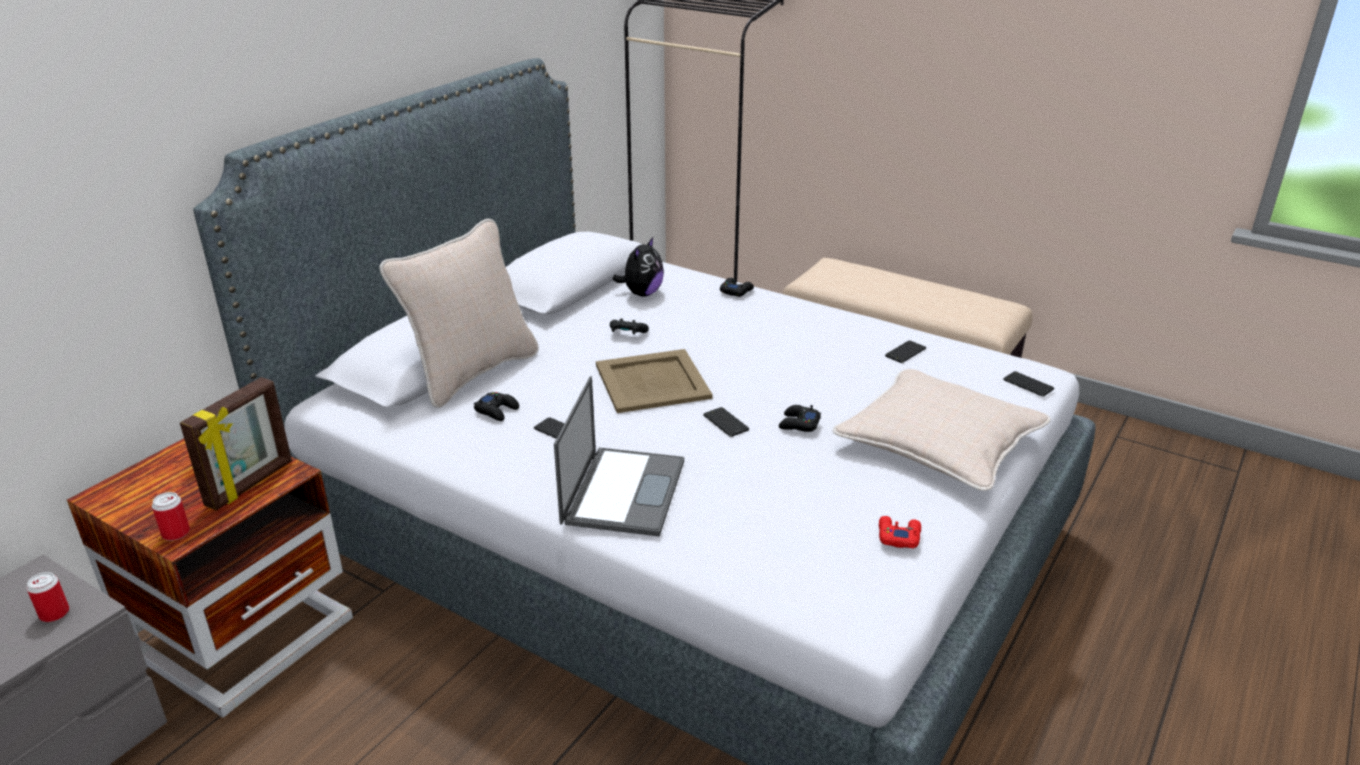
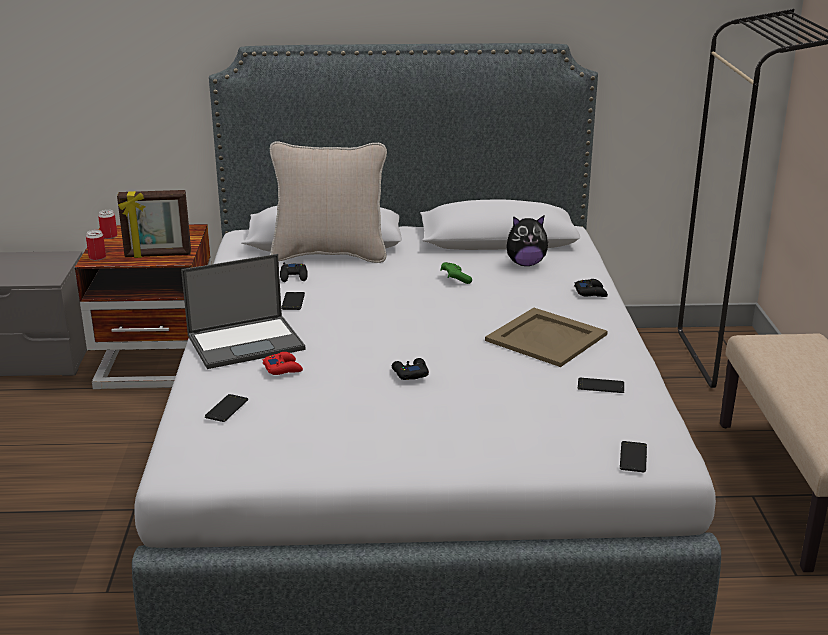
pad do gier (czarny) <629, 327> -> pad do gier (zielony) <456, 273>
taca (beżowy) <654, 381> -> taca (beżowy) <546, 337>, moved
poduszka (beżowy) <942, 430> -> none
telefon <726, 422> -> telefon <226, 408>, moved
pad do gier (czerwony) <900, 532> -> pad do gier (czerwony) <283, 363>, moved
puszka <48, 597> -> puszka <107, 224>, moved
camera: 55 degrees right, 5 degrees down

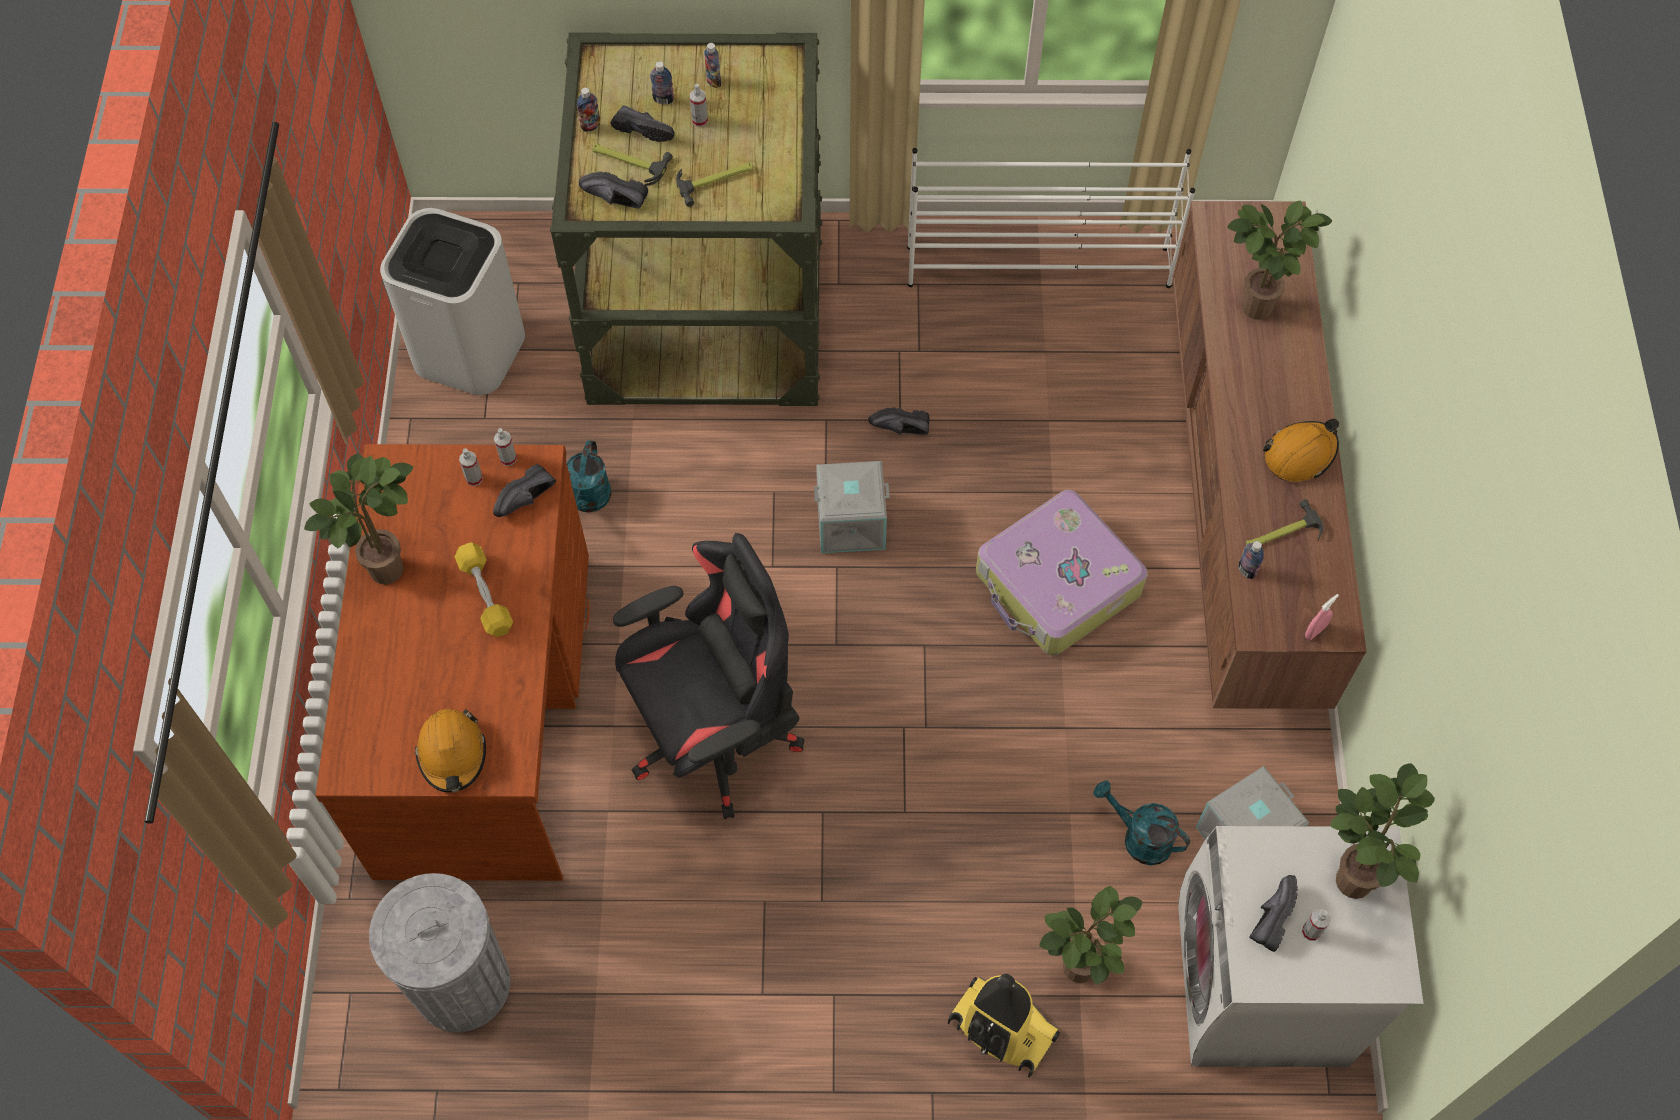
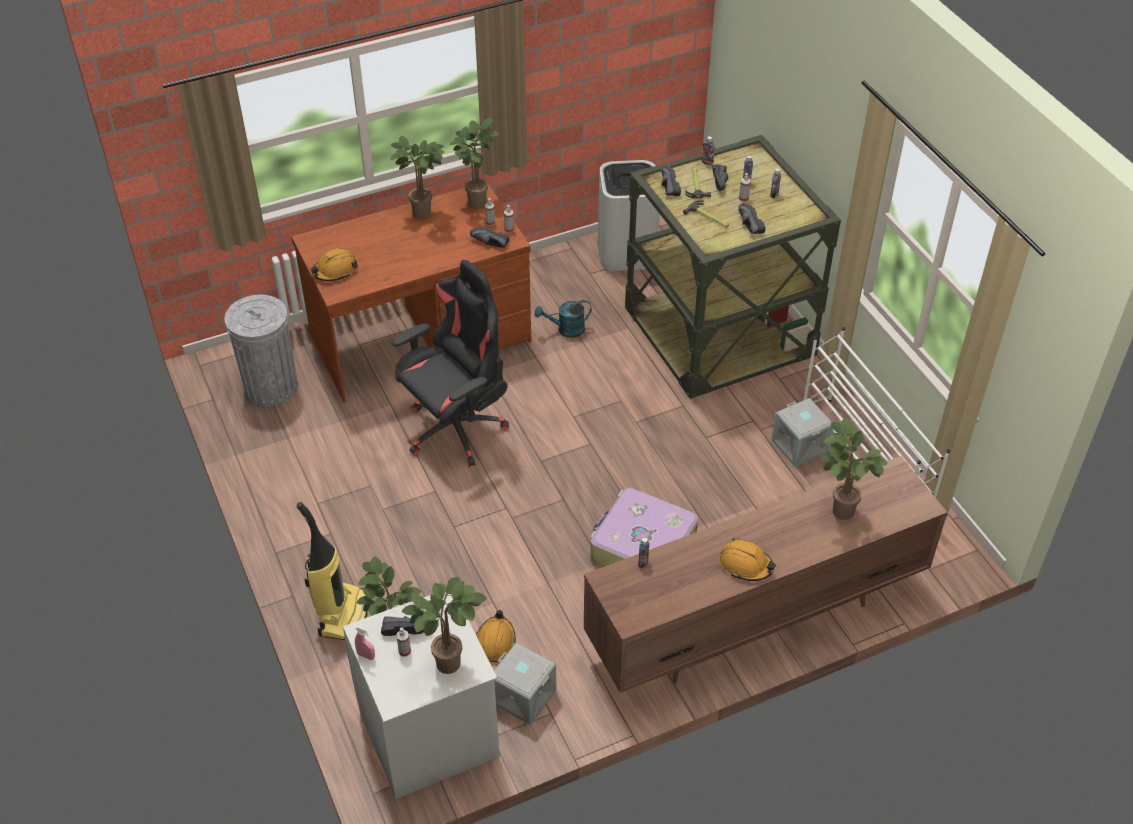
but (czarny) <898, 421> -> but (czarny) <751, 218>, moved
pojemnik do przechowywania (szary) <852, 507> -> pojemnik do przechowywania (szary) <802, 432>, moved
młotek <1284, 522> -> none
krzesło biurowe (czarny) <708, 676> -> krzesło biurowe (czarny) <450, 363>, 75 degrees counterclockwise
hantel (żółty) <484, 589> -> none
spryskiwacz (różowy) <1322, 617> -> spryskiwacz (różowy) <365, 643>, moved
konewka (turkusowy) <1141, 822> -> kask (pomarańczowy) <496, 636>
none -> roślina doniczkowa <474, 163>
camera: 65 degrees right, 15 degrees down

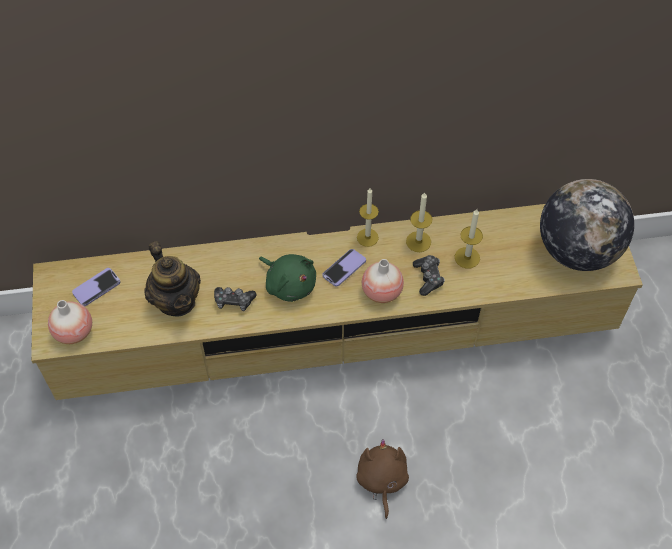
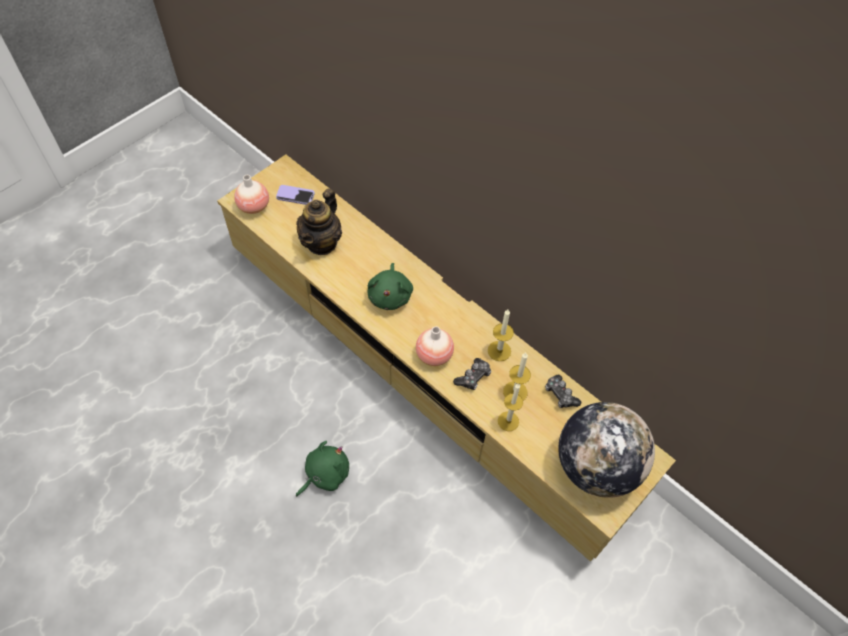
świeca <368, 217> -> świeca <510, 407>, moved
telefon <344, 268> -> none
pad do gier <235, 299> -> pad do gier <563, 391>, moved
pluszak (brązowy) <382, 479> -> pluszak (zielony) <322, 469>
camera: 50 degrees right, 0 degrees up

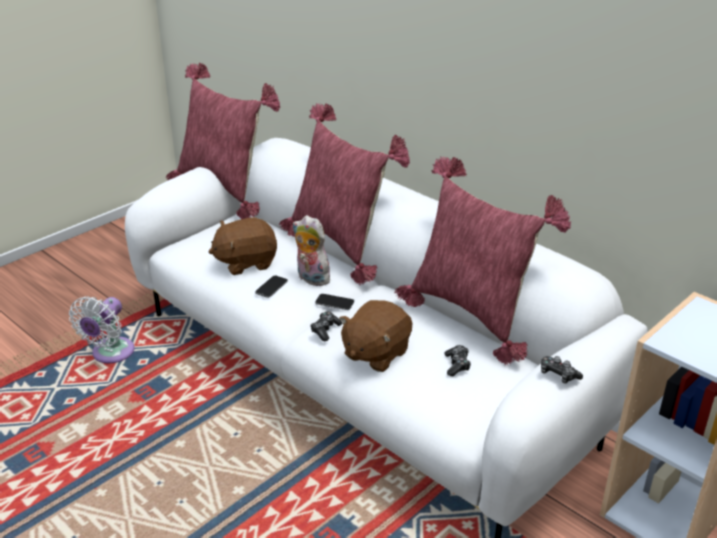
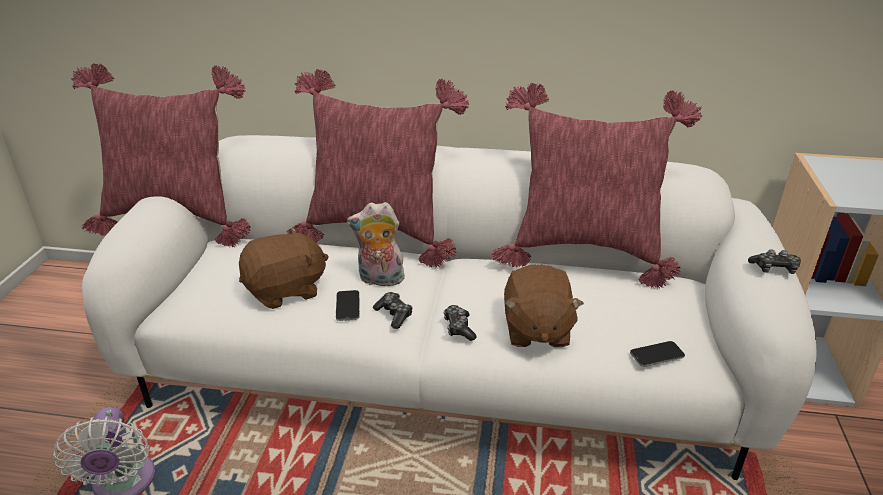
pluszak (brązowy) <243, 246> -> pluszak (brązowy) <284, 268>, 150 degrees counterclockwise
telefon <334, 302> -> telefon <657, 354>, moved
pad do gier <457, 360> -> pad do gier <393, 310>, moved
camera: 35 degrees left, 0 degrees up

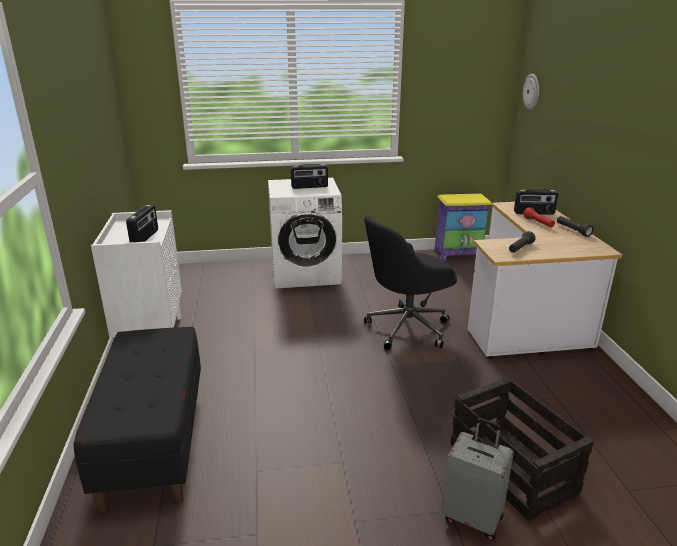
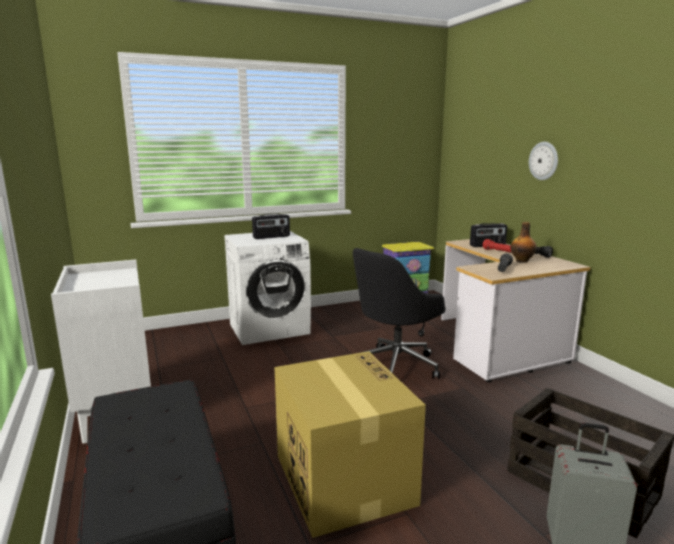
zegar ścienny <531, 92> -> zegar ścienny <543, 161>, moved
radio <142, 223> -> none
none -> butelka <523, 242>
none -> karton <350, 444>
camera: 15 degrees left, 10 degrees down

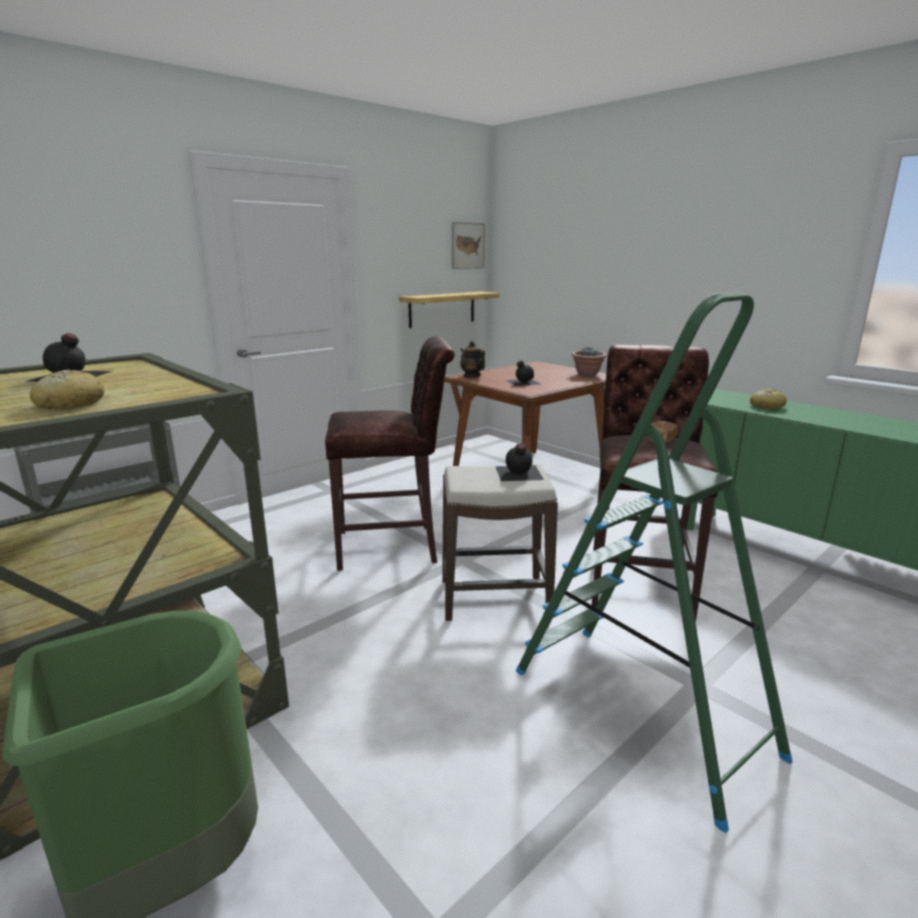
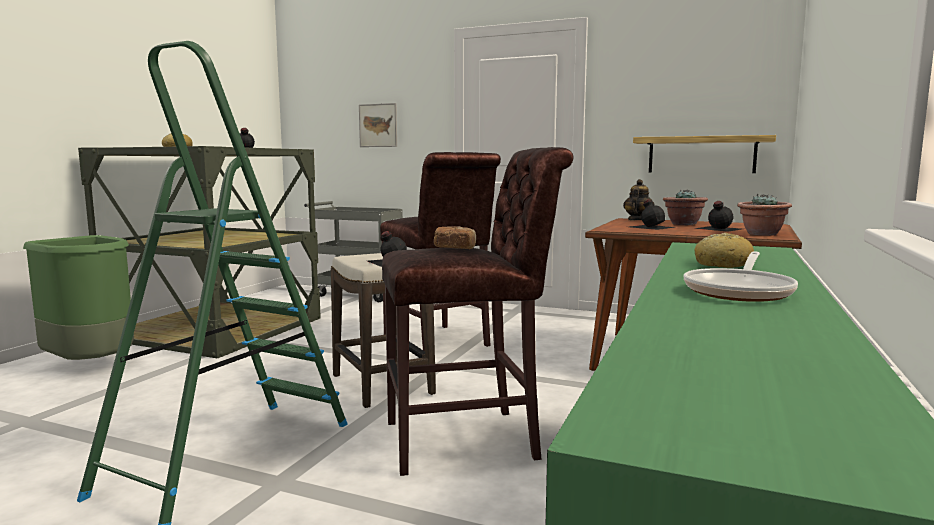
obraz <468, 245> -> obraz <378, 125>, moved
none -> roślina doniczkowa <685, 207>
none -> butelka (czarny) <717, 216>
none -> patelnia <741, 276>
camera: 65 degrees right, 10 degrees down

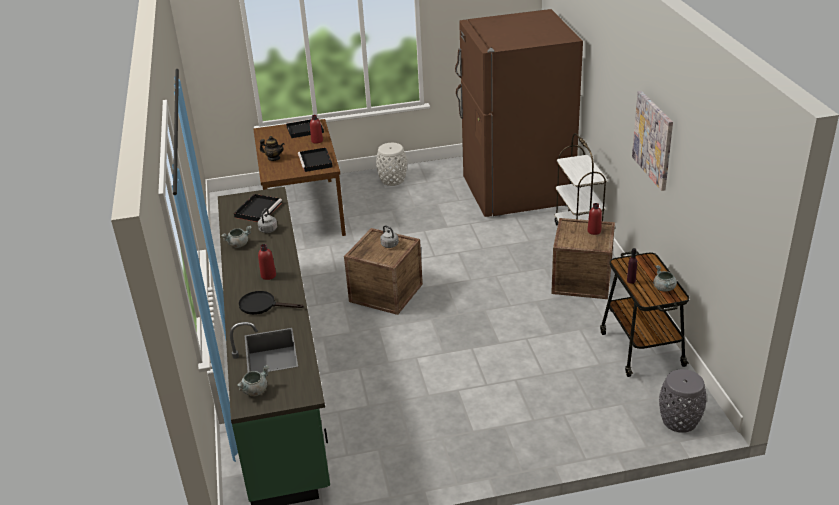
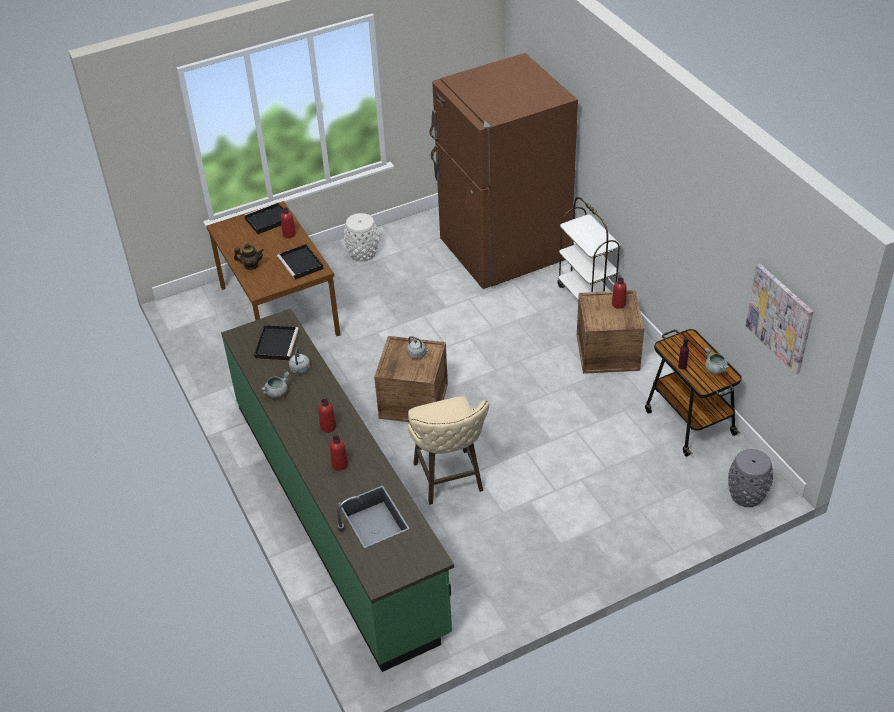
obraz <652, 141> -> obraz <780, 319>, moved
patelnia (czarny) <271, 303> -> butelka (czerwony) <339, 453>
garnek (szary) <253, 380> -> none
none -> stołek (beżowy) <448, 451>
camera: 15 degrees left, 10 degrees up

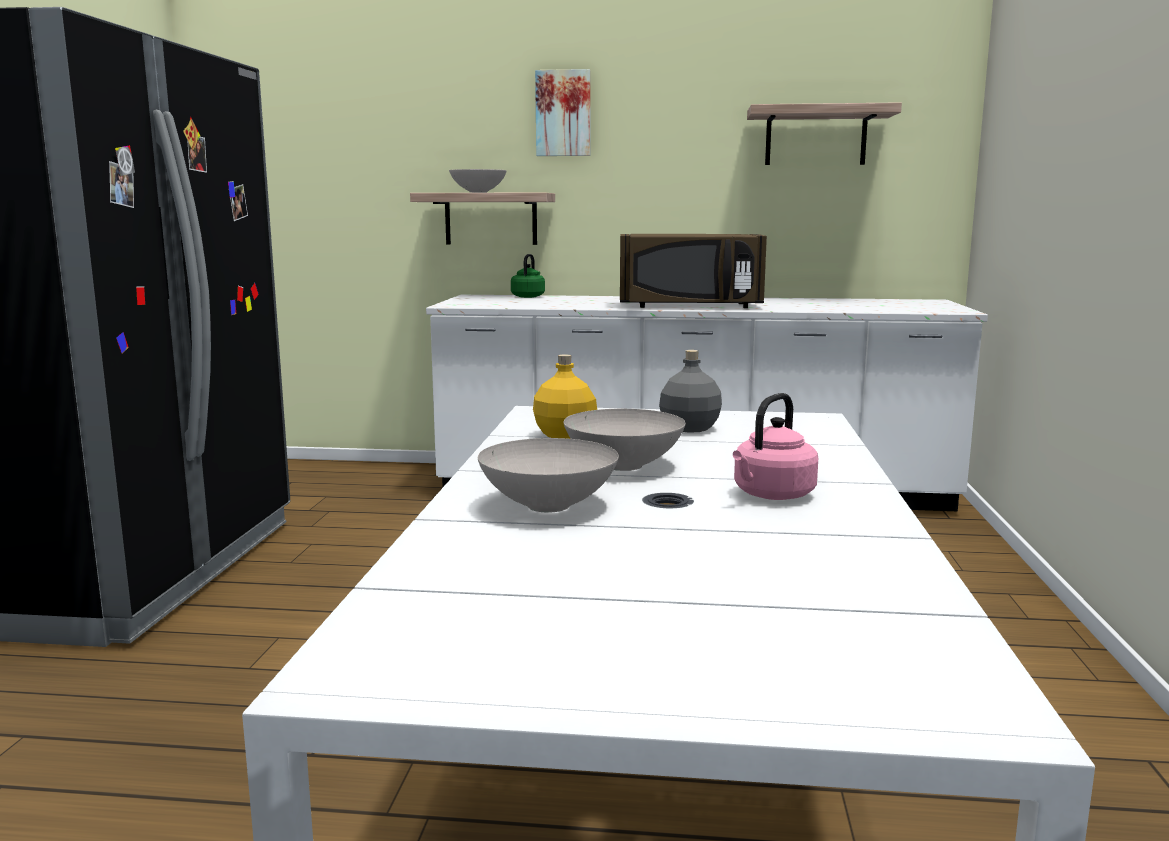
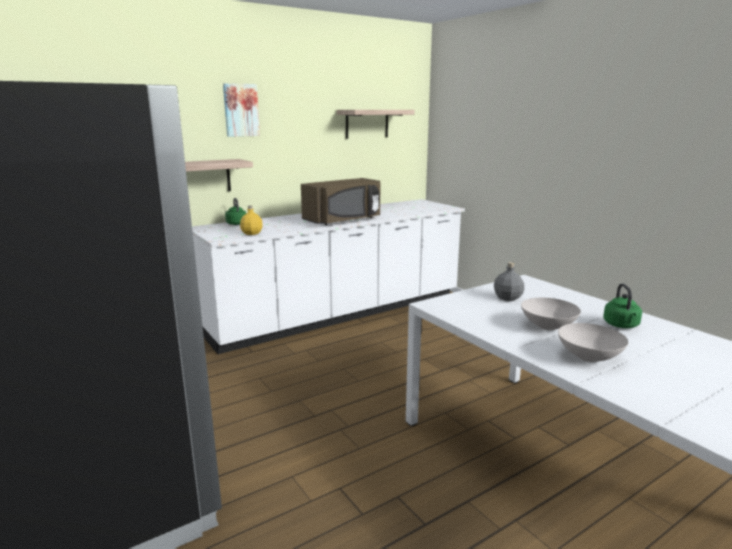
miska (biały) <478, 181> -> none
butelka (żółty) <565, 396> -> butelka (żółty) <251, 220>, moved
czajnik (różowy) <775, 446> -> czajnik (zielony) <622, 306>
camera: 40 degrees left, 5 degrees up

